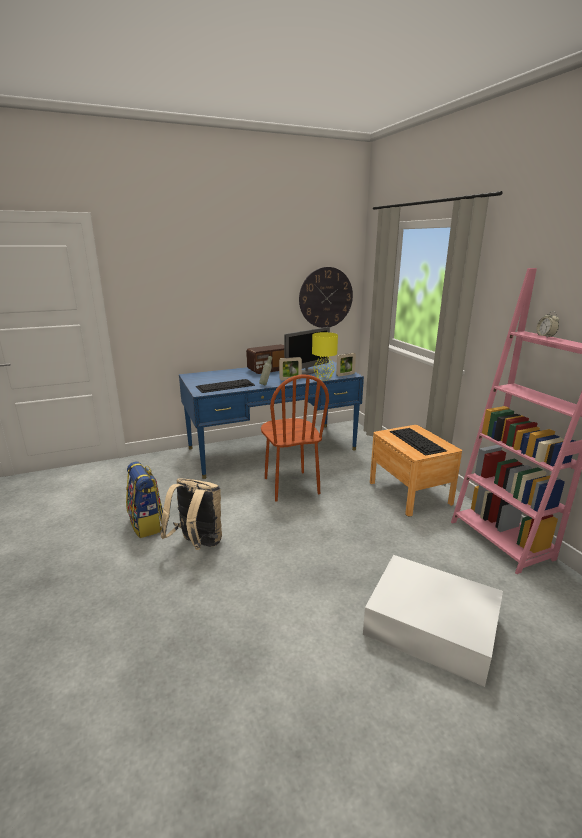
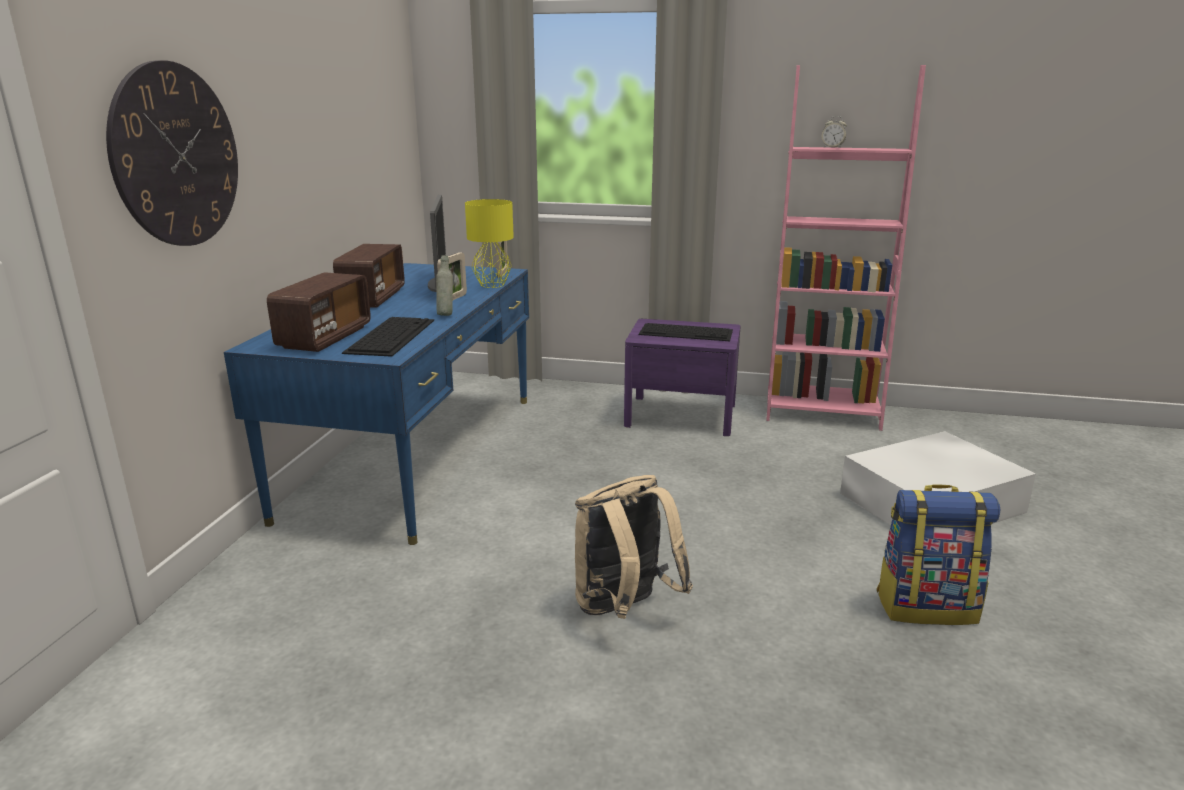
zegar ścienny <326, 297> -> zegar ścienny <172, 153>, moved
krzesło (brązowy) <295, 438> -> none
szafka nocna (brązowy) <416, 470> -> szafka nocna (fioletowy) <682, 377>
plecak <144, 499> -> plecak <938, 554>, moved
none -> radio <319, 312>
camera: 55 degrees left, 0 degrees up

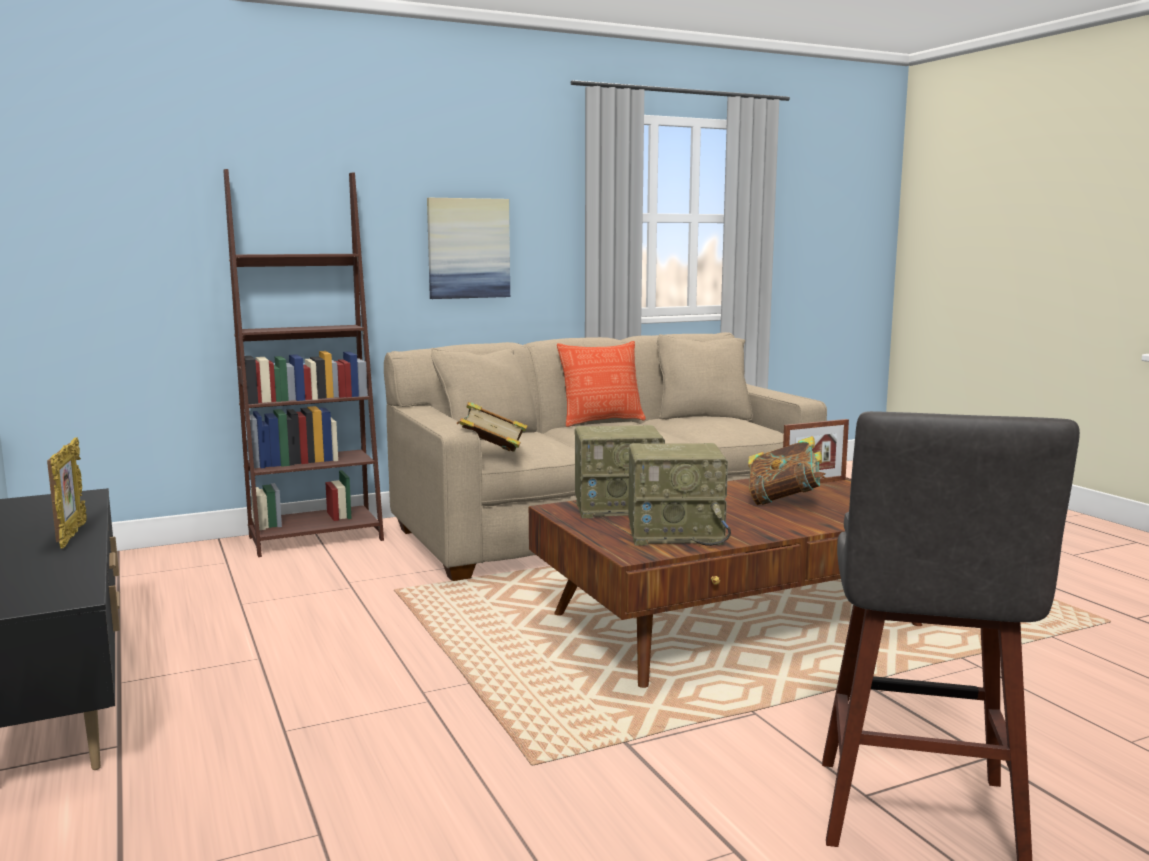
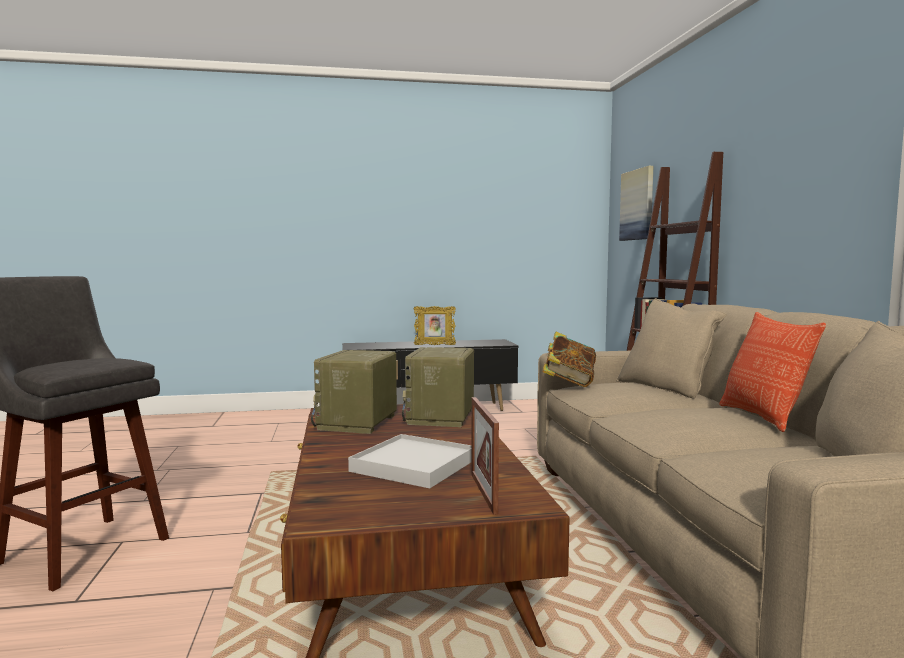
obraz <468, 248> -> obraz <636, 203>, moved
książka <787, 470> -> taca (biały) <410, 461>
camera: 105 degrees right, 5 degrees down

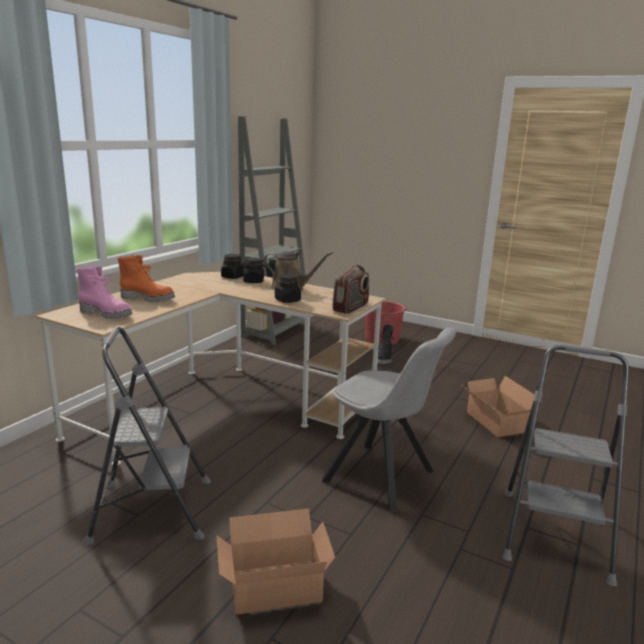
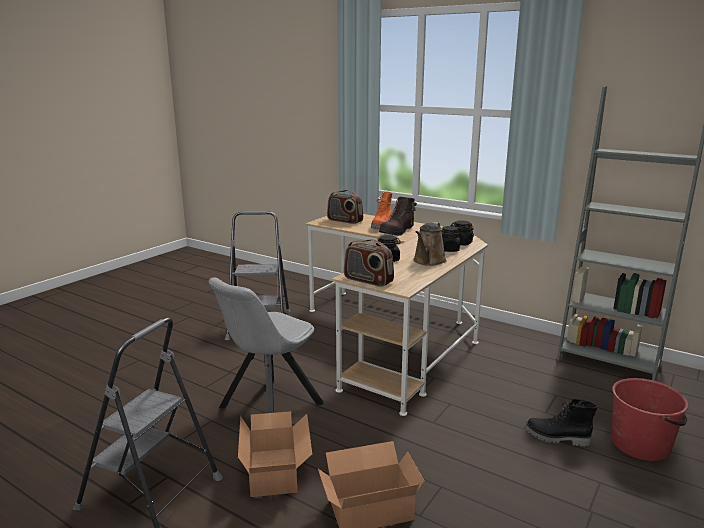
but z cholewką (różowy) <104, 292> -> radio <345, 207>
karton <275, 561> -> karton <275, 454>, moved
none -> but z cholewką (brązowy) <398, 216>
camera: 95 degrees right, 0 degrees up

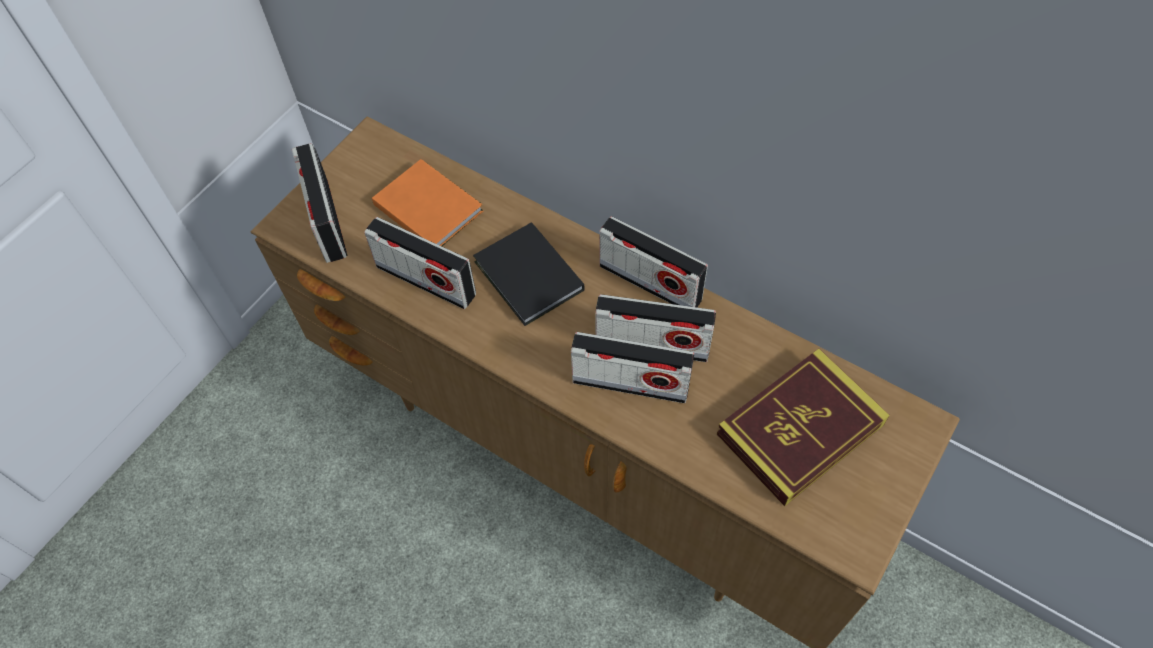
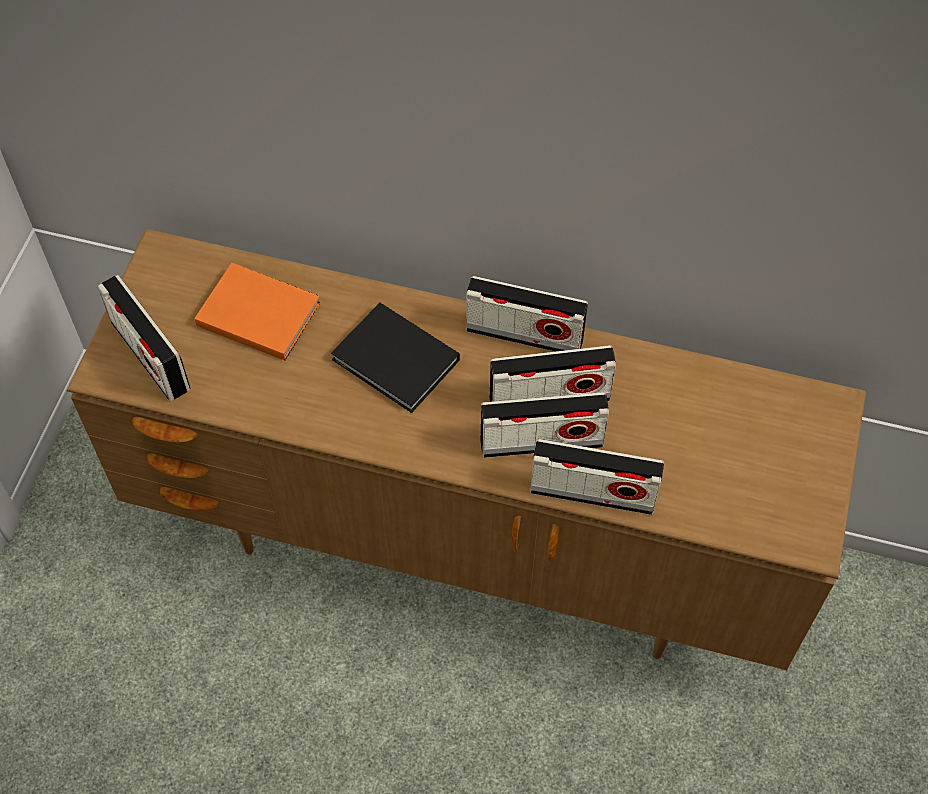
radio <420, 263> -> radio <597, 477>, moved
książka <803, 427> -> none
camera: 20 degrees left, 0 degrees up

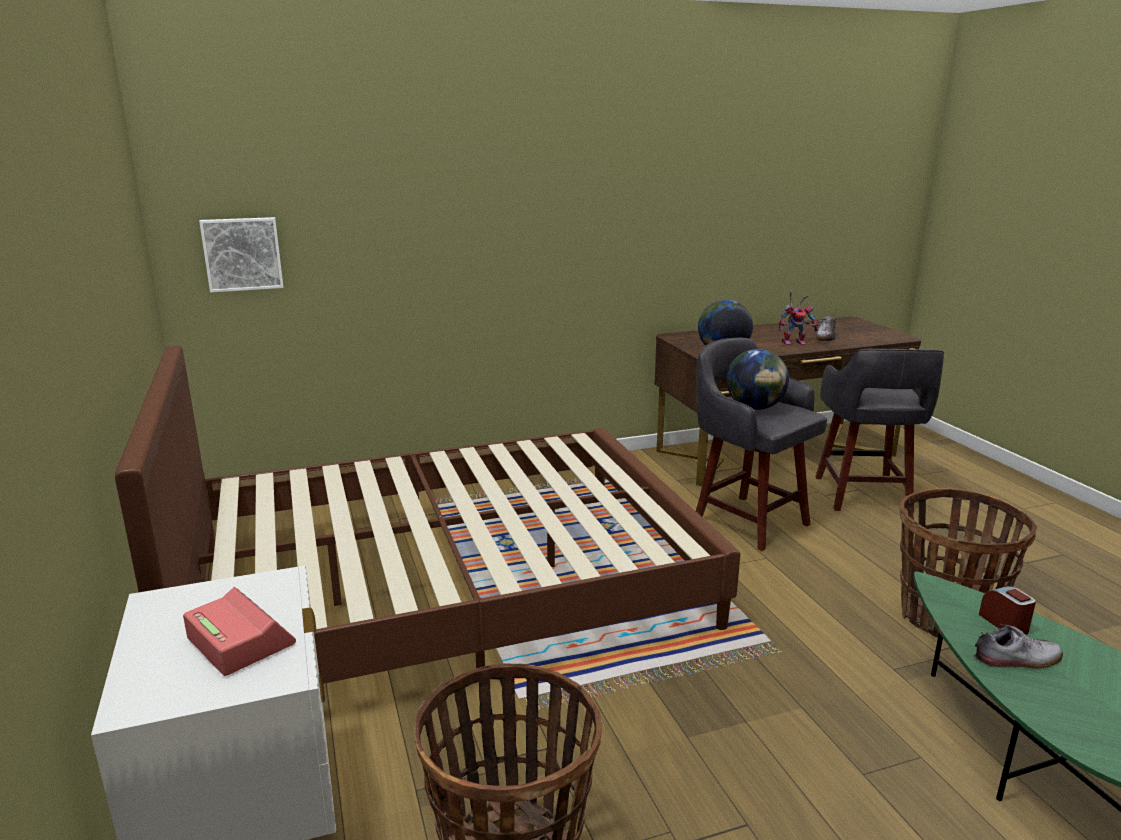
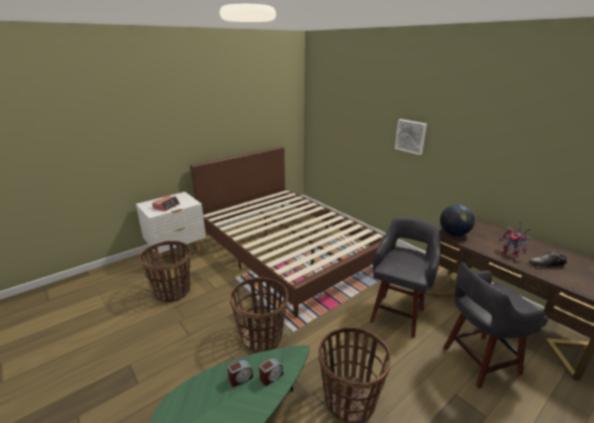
obraz <241, 255> -> obraz <411, 137>, moved
globus <757, 379> -> none
but <1018, 646> -> budzik <240, 373>
none -> koszyk <258, 315>
camera: 70 degrees right, 5 degrees up

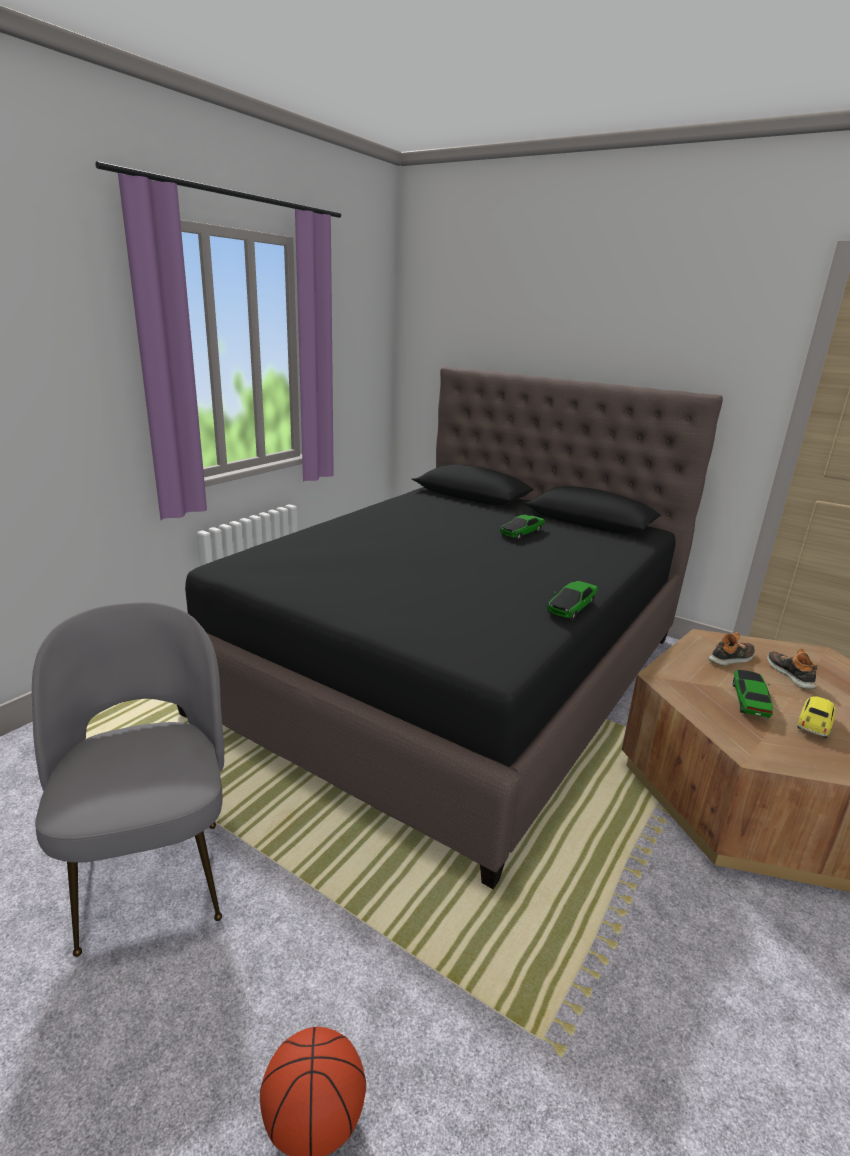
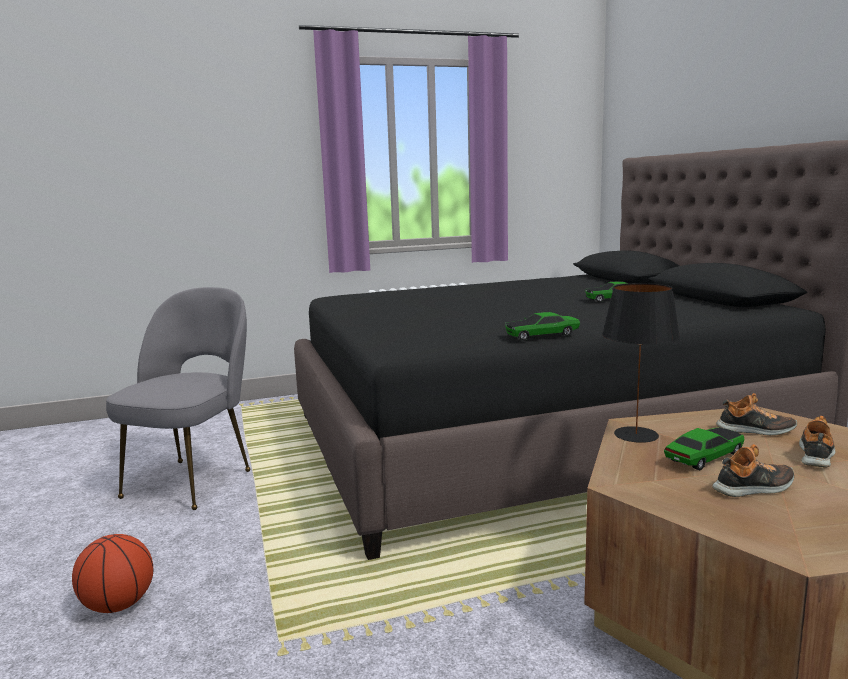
samochodzik <816, 717> -> but <753, 470>
none -> lampa stołowa (czarny) <641, 363>
camera: 40 degrees right, 10 degrees down

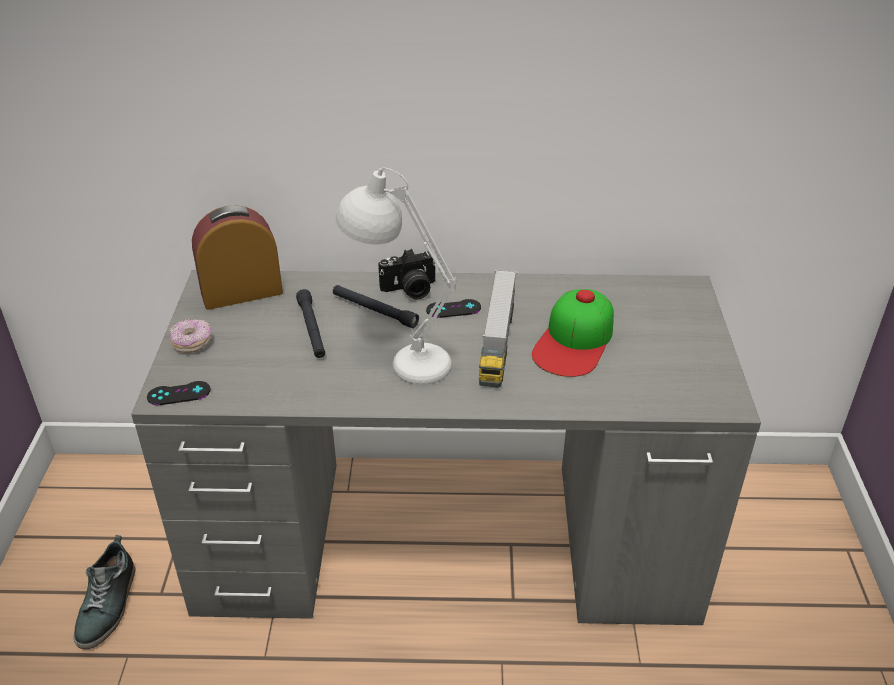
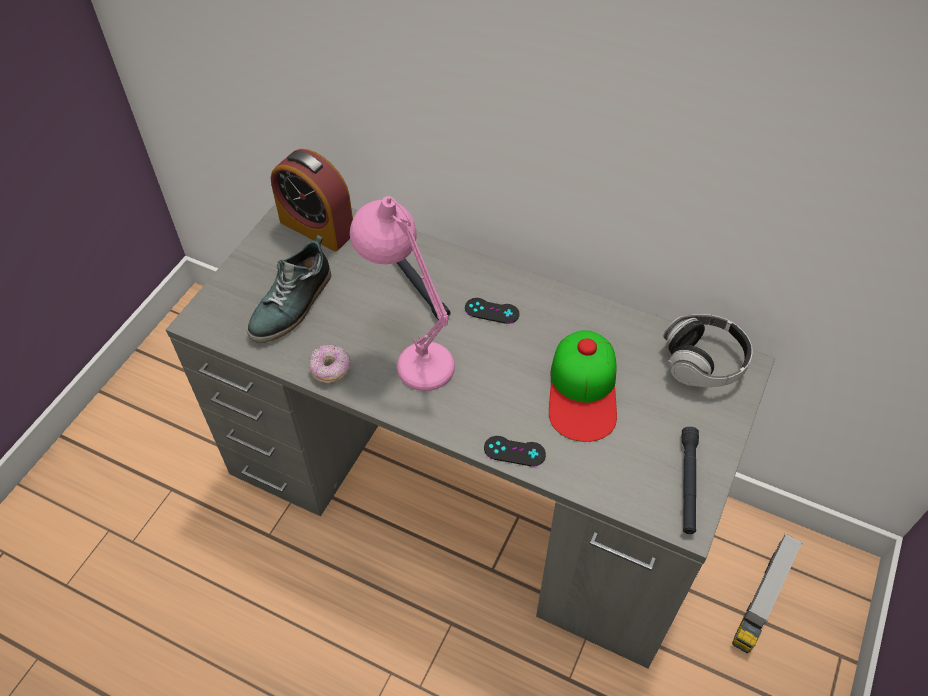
lampa stołowa (biały) <396, 276> -> lampa stołowa (różowy) <402, 293>
budzik <237, 257> -> budzik <312, 200>, 150 degrees counterclockwise
aparat fotograficzny <407, 274> -> none
ciężarówka zabawkowa <498, 329> -> ciężarówka zabawkowa <767, 593>, moved
latarka (czarny) <310, 323> -> latarka (czarny) <690, 480>, moved
czapka z daszkiem <573, 333> -> czapka z daszkiem <583, 386>, 45 degrees counterclockwise
donut <190, 336> -> donut <330, 364>, moved
pad do gier (czarny) <179, 393> -> pad do gier (czarny) <515, 451>, moved
but <105, 592> -> but <289, 289>, moved
none -> słuchawki <708, 350>
camera: 25 degrees right, 15 degrees up

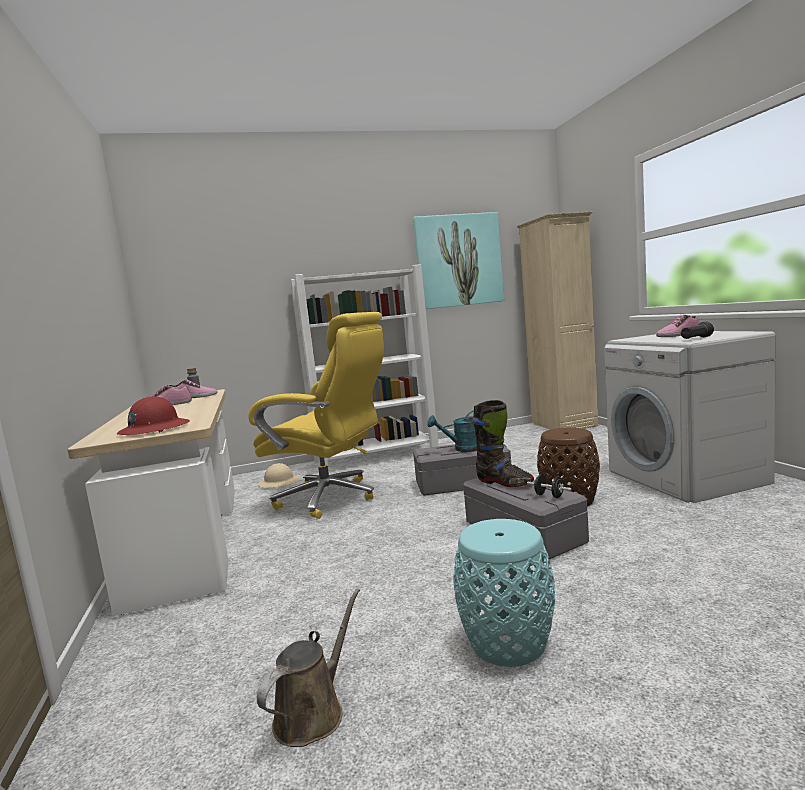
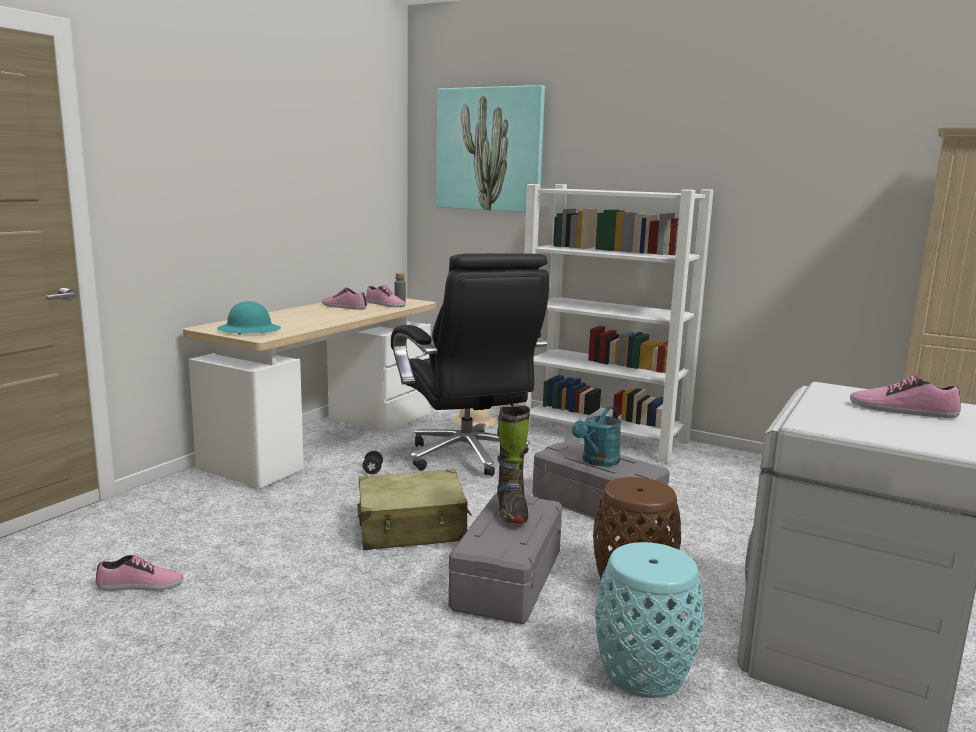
obraz <458, 260> -> obraz <490, 149>, moved
krzesło biurowe (żółty) <316, 415> -> krzesło biurowe (czarny) <470, 364>
latarka (czarny) <697, 330> -> none
kask (czerwony) <153, 415> -> kask (turkusowy) <249, 318>
konewka (turkusowy) <452, 431> -> konewka (turkusowy) <597, 436>, 90 degrees counterclockwise
hantel (czarny) <549, 486> -> hantel (czarny) <373, 462>, moved
stołek (turkusowy) <504, 593> -> stołek (turkusowy) <649, 620>, moved
konewka (brązowy) <308, 668> -> but <139, 573>
none -> walizka (beżowy) <414, 509>
camera: 45 degrees right, 5 degrees up

